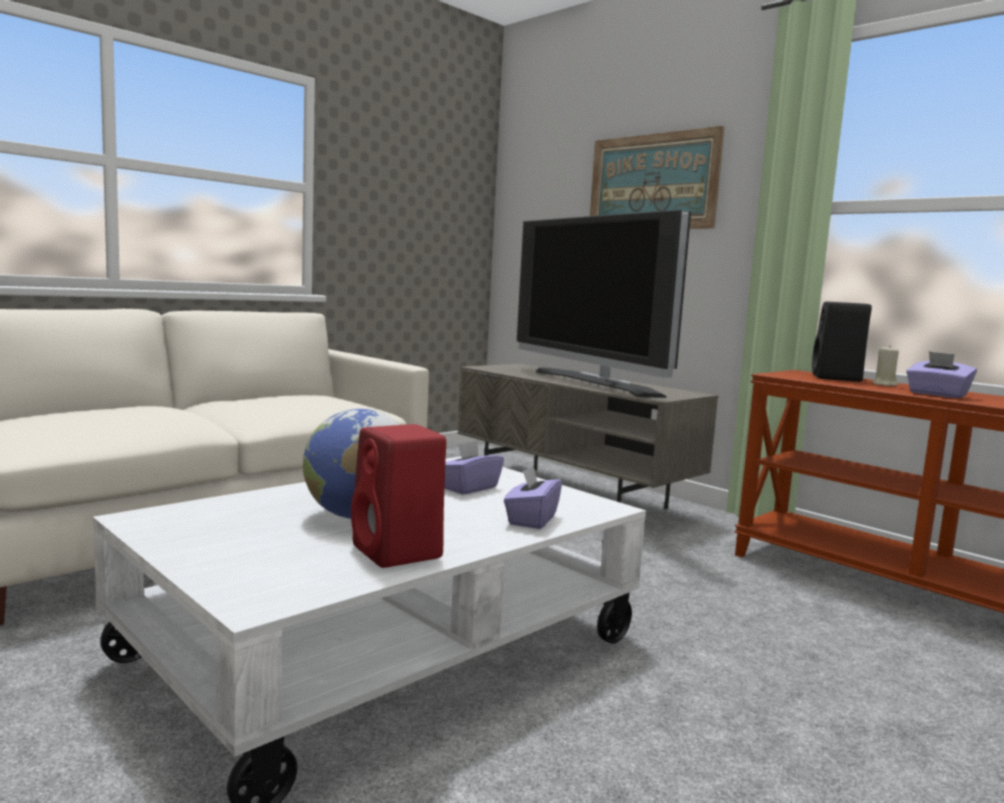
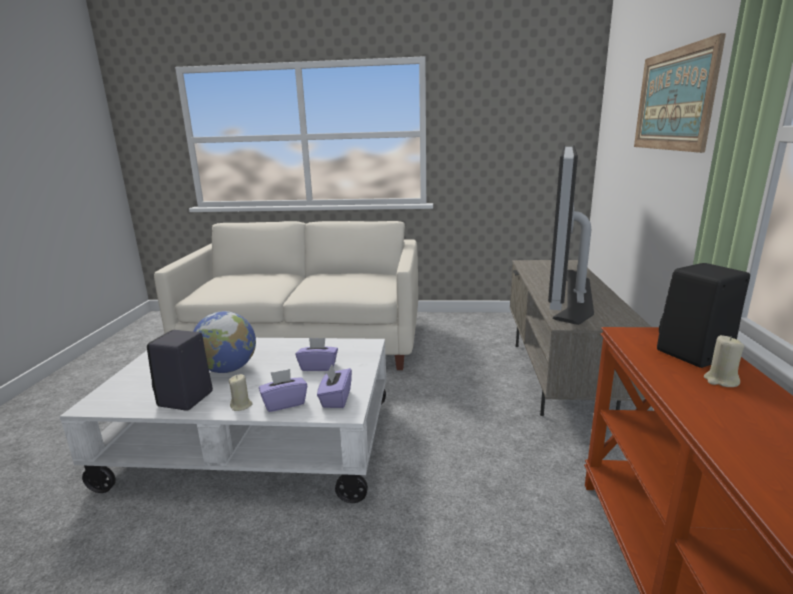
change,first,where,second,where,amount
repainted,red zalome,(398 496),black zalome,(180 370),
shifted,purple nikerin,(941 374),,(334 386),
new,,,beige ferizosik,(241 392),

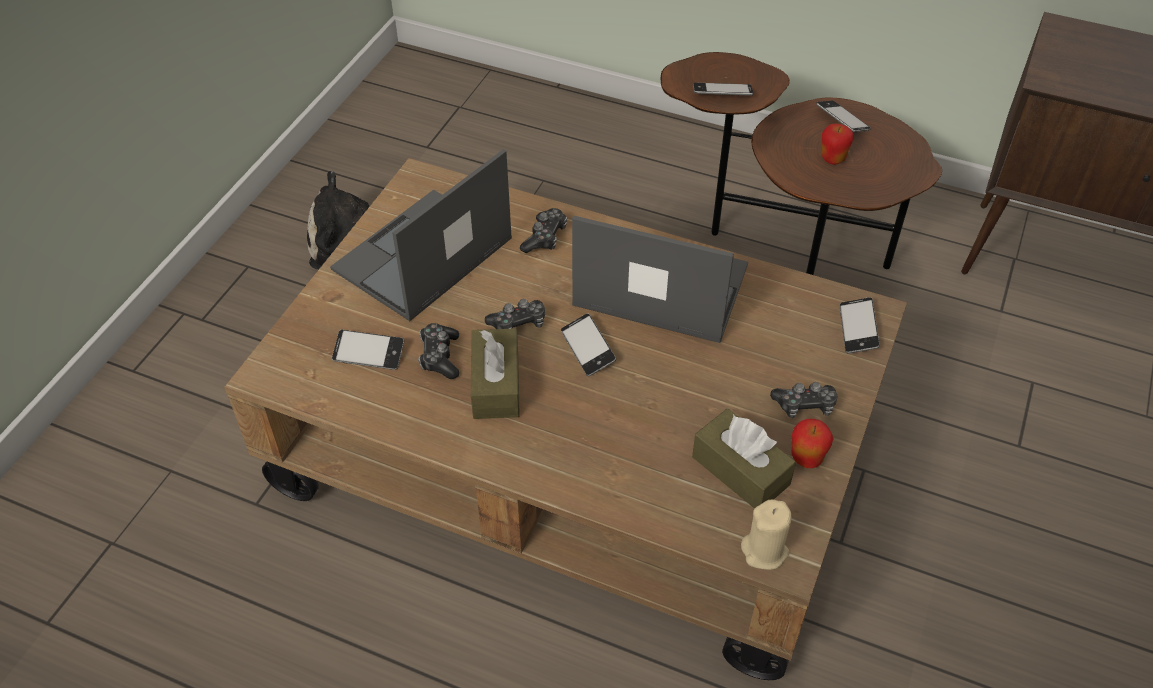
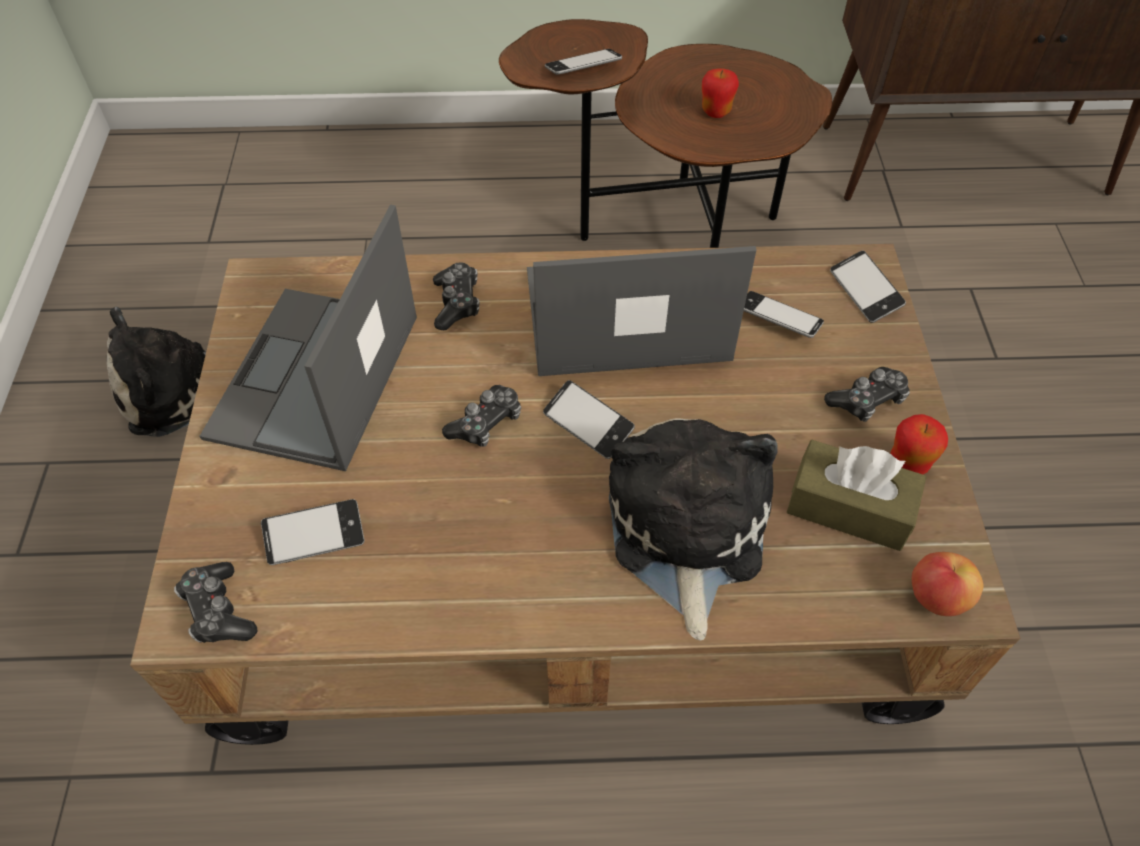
change,first,where,second,where,amount
shifted,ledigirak,(438 351),,(215 602),
gone,brown nikerin,(495 373),,,
swapped,beige ferizosik,(766 534),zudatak,(948 584),
shifted,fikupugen,(843 116),,(784 314),
new,,,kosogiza,(693 529),

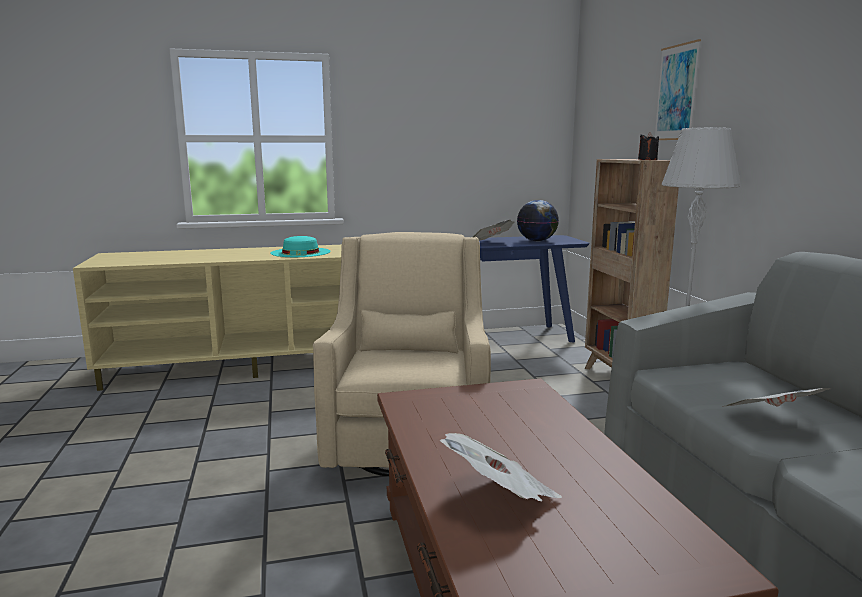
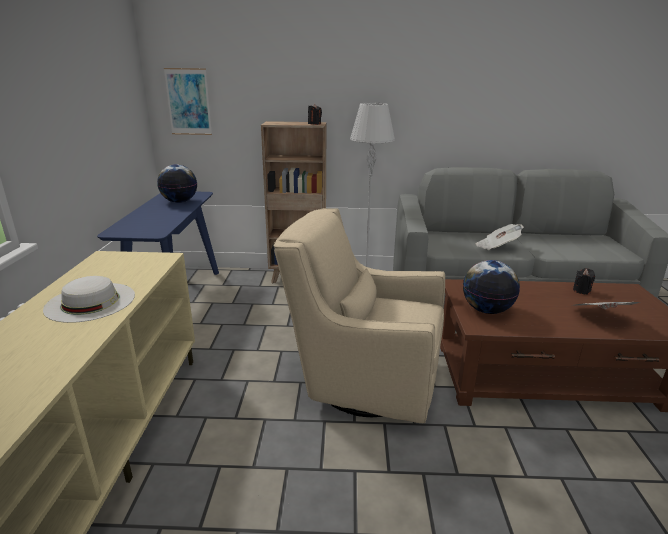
change,first,where,second,where,amount
repainted,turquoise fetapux,(300 246),white fetapux,(89 299),
gone,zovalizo,(494 230),,,
shifted,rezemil,(678 89),,(188 101),
new,,,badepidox,(491 287),
new,,,black ferizosik,(584 281),

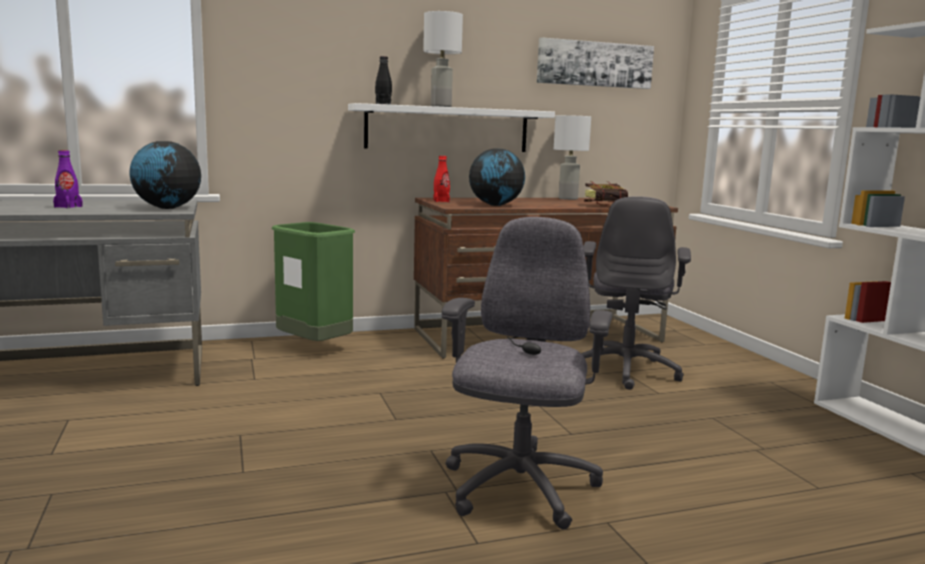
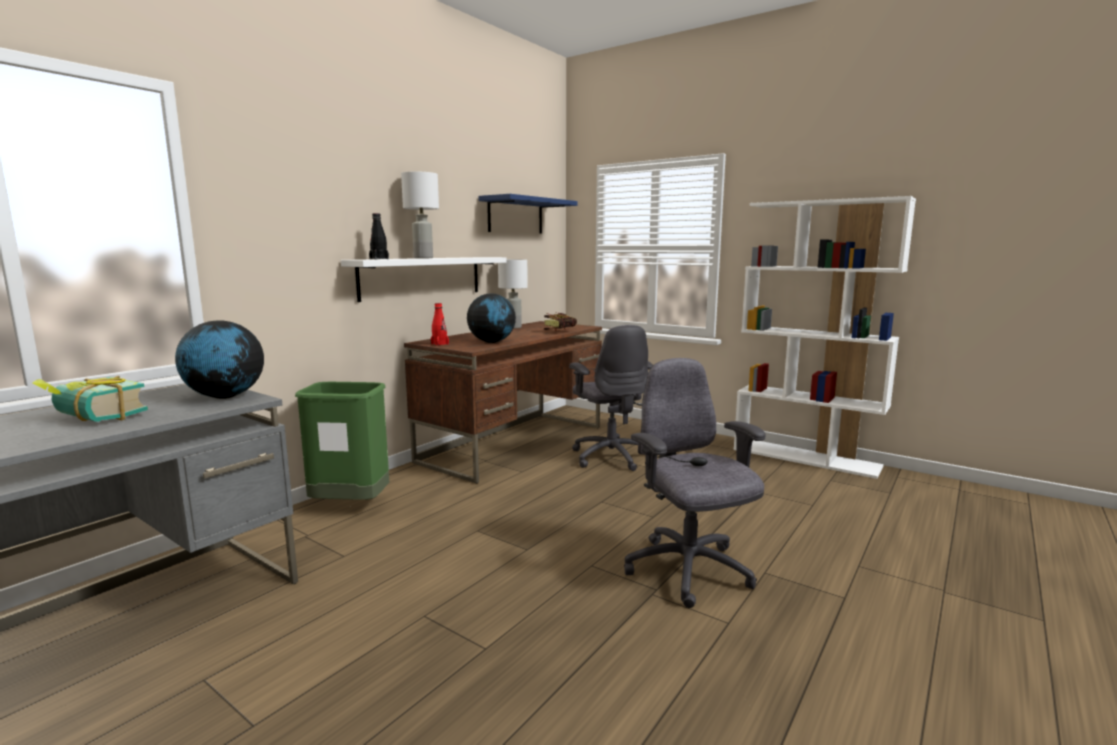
change,first,where,second,where,amount
swapped,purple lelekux,(68 179),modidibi,(90 399),
swapped,rezemil,(595 63),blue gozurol,(528 214),

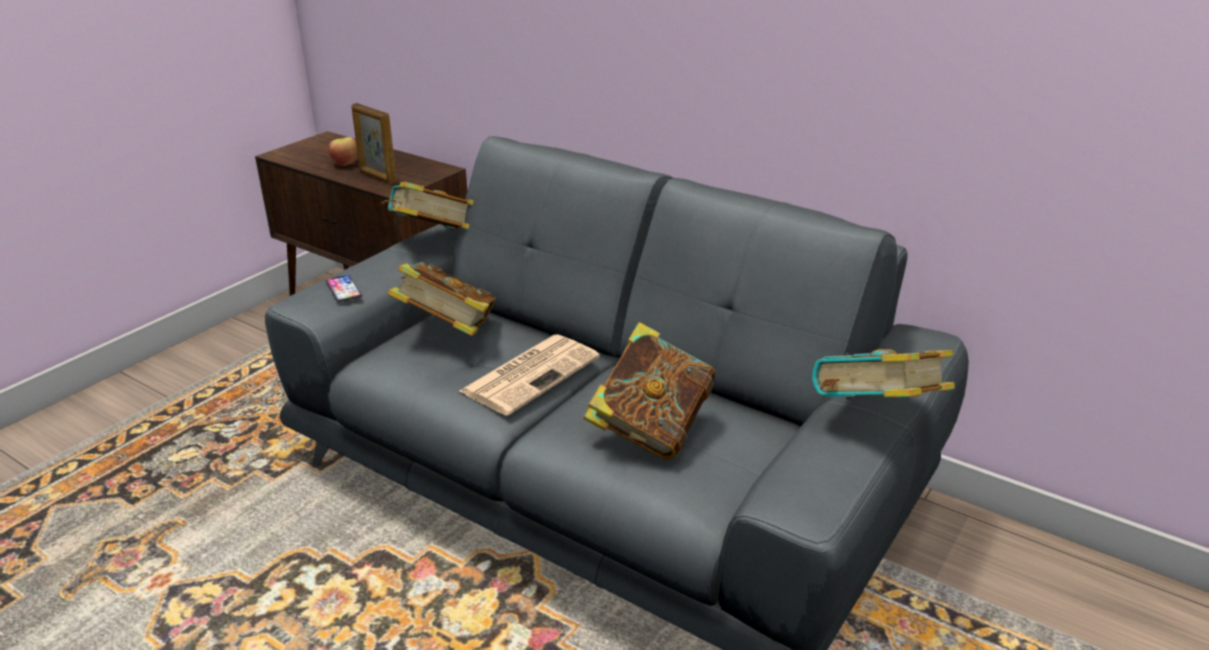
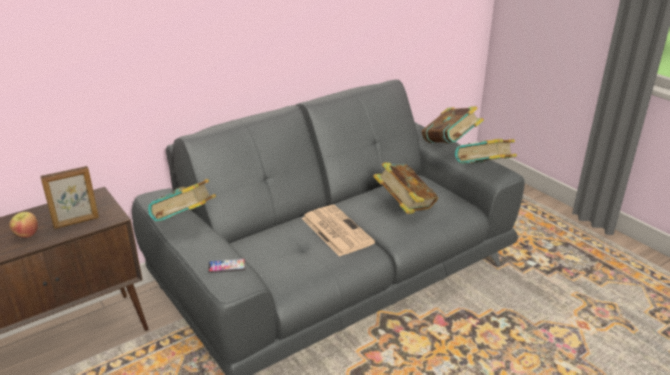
change,first,where,second,where,amount
shifted,modidibi,(441 299),,(486 151),

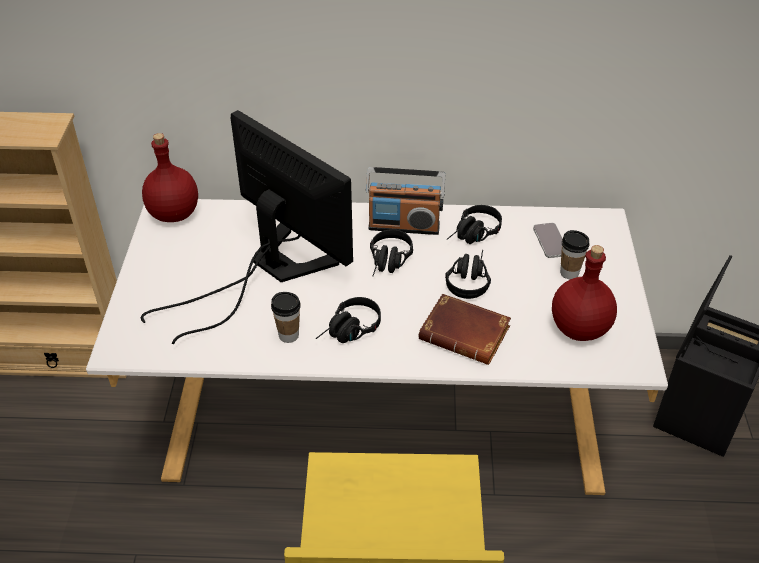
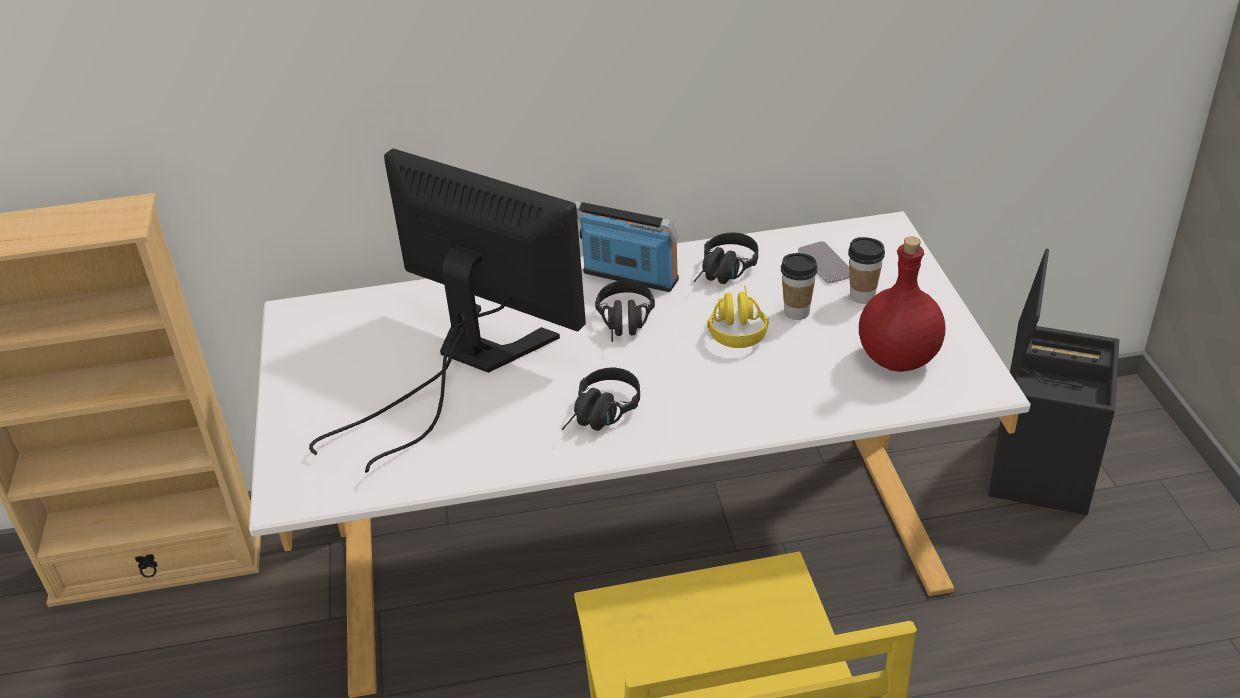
change,first,where,second,where,amount
gone,red lelekux,(170 177),,,
shifted,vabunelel,(286 317),,(799 286),
rotated,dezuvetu,(405 201),,(626 246),150 degrees counterclockwise
gone,brown modidibi,(465 329),,,
repainted,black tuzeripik,(468 274),yellow tuzeripik,(738 317),

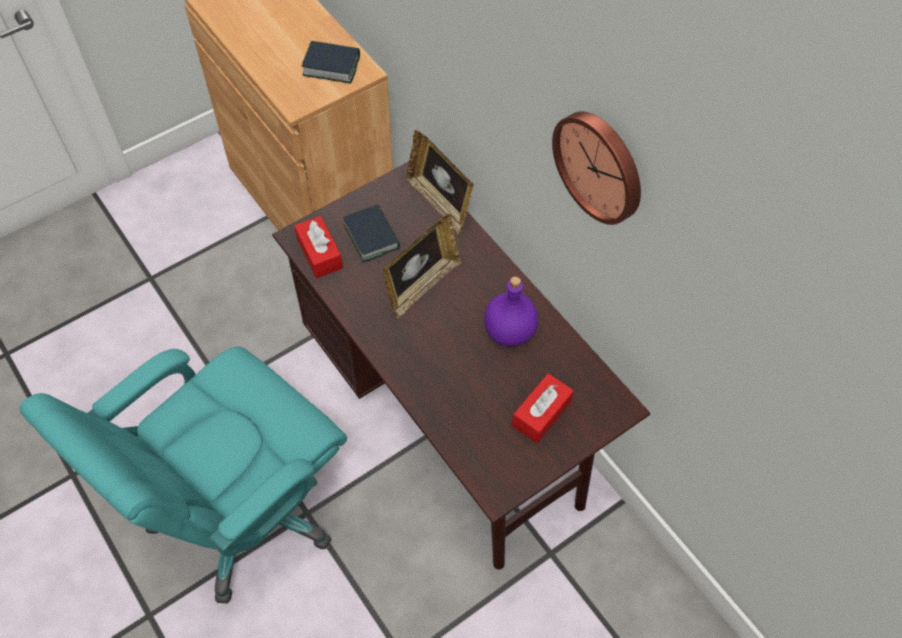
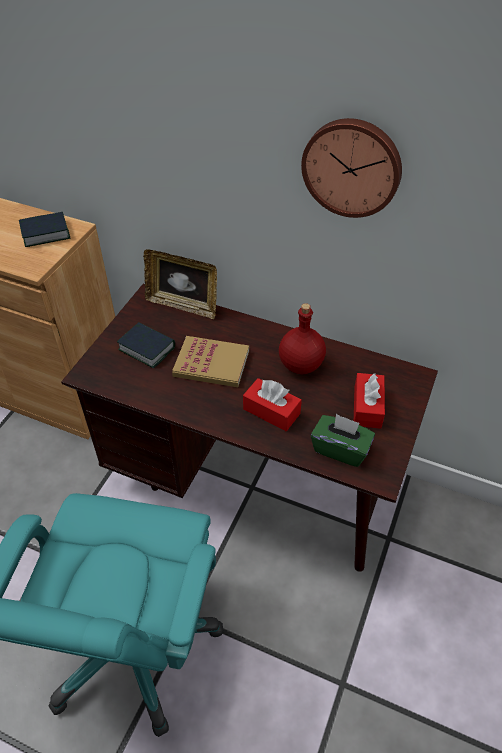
change,first,where,second,where,amount
shifted,red nikerin,(318 247),,(272 404),
swapped,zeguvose,(422 266),modidibi,(210 361),
repainted,purple lelekux,(511 311),red lelekux,(302 338),
new,,,green nikerin,(343 440),

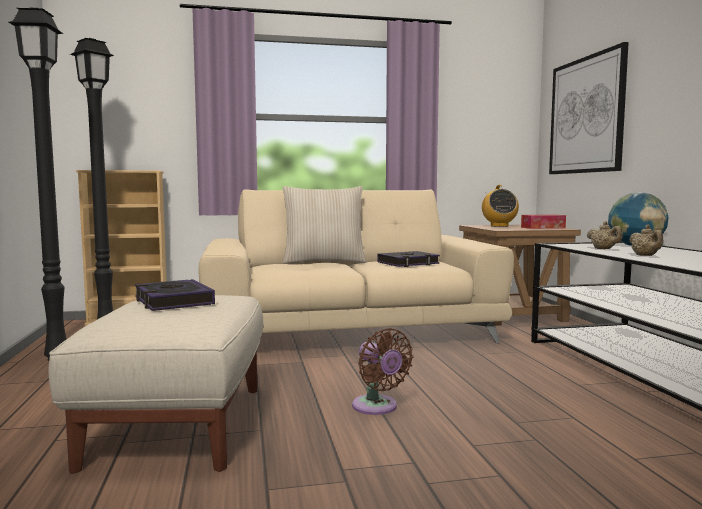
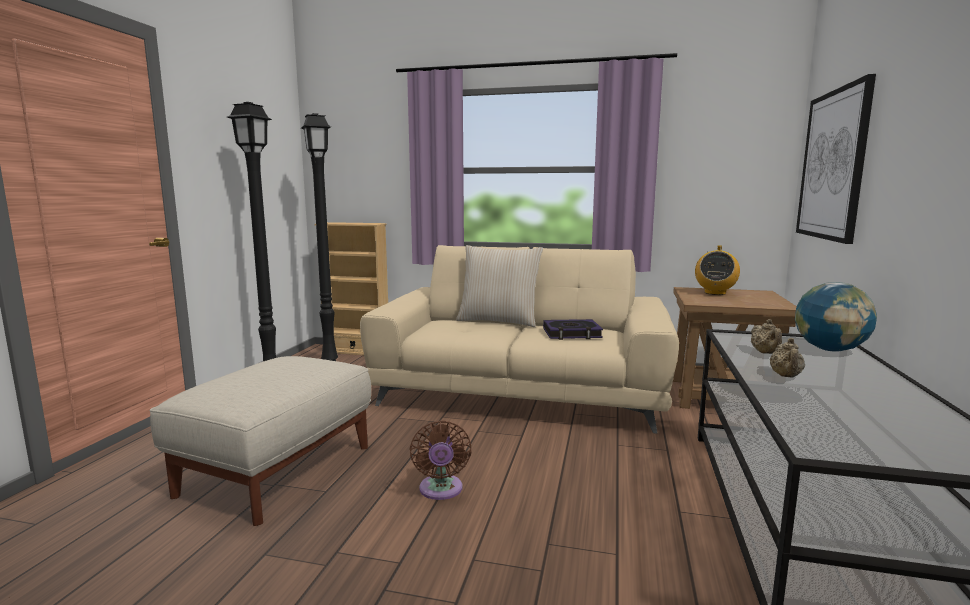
change,first,where,second,where,amount
gone,modidibi,(175 295),,,
gone,nikerin,(543 222),,,

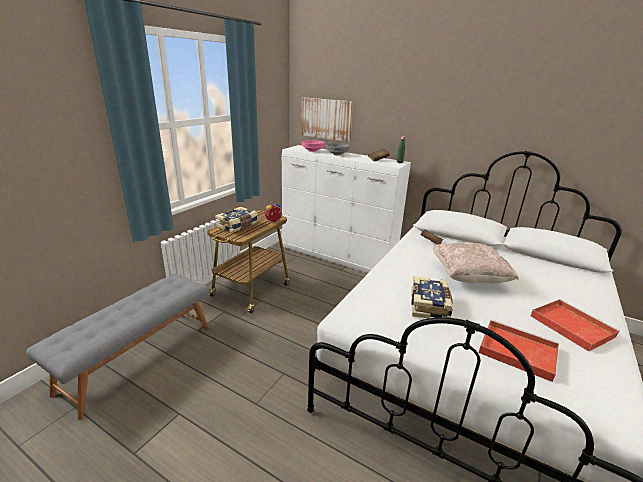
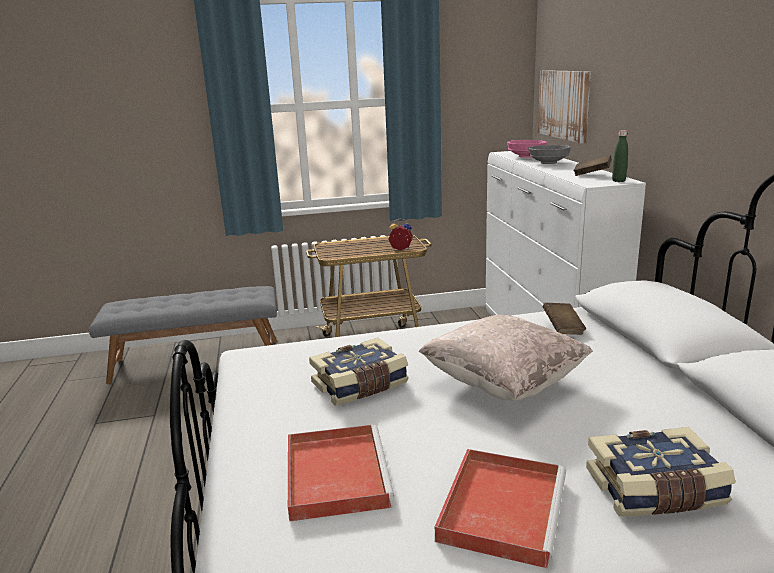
change,first,where,second,where,amount
shifted,modidibi,(236 220),,(660 472),

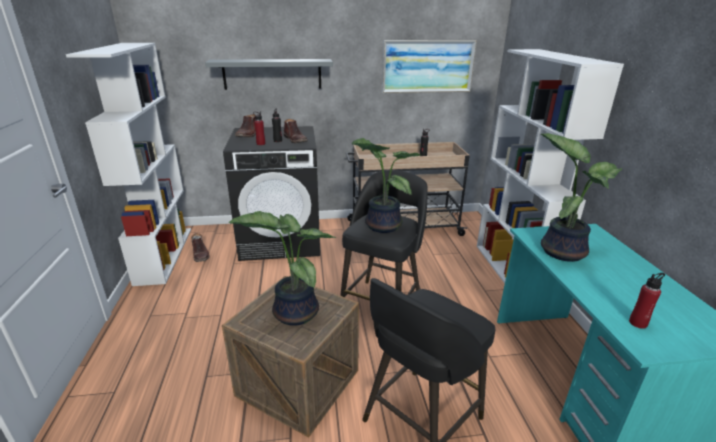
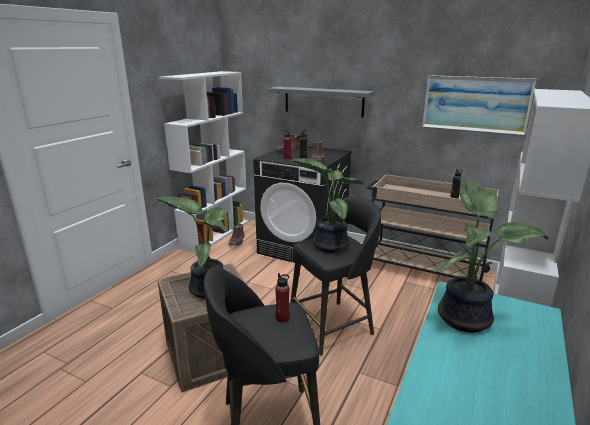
change,first,where,second,where,amount
shifted,red lelekux,(647 301),,(282 297),

